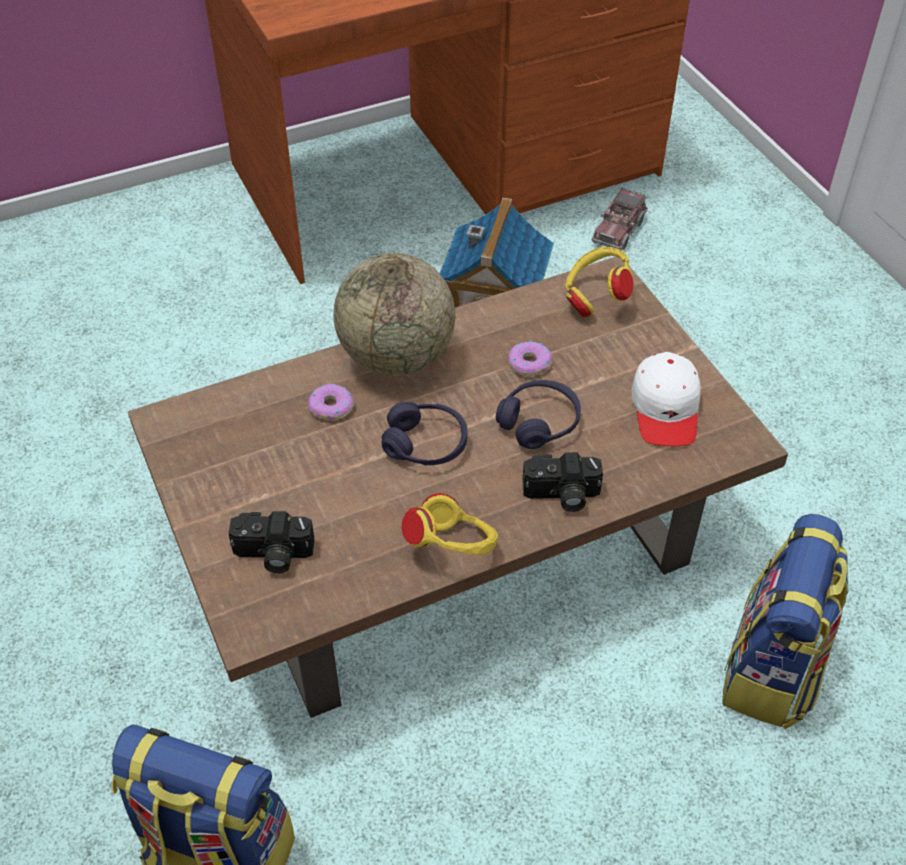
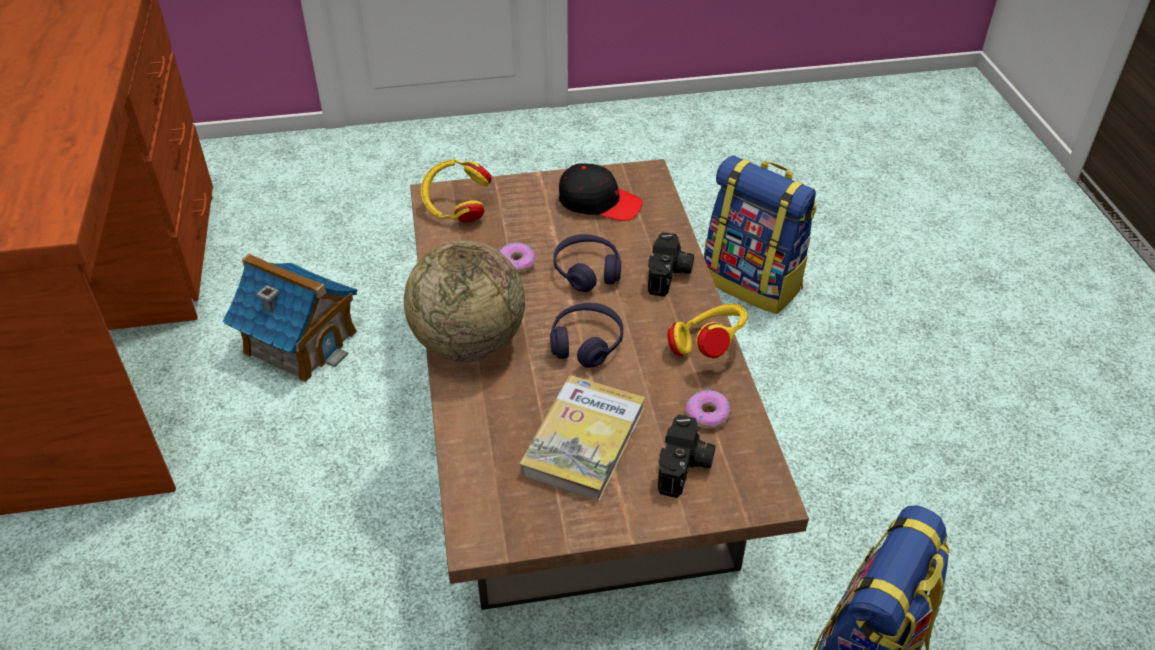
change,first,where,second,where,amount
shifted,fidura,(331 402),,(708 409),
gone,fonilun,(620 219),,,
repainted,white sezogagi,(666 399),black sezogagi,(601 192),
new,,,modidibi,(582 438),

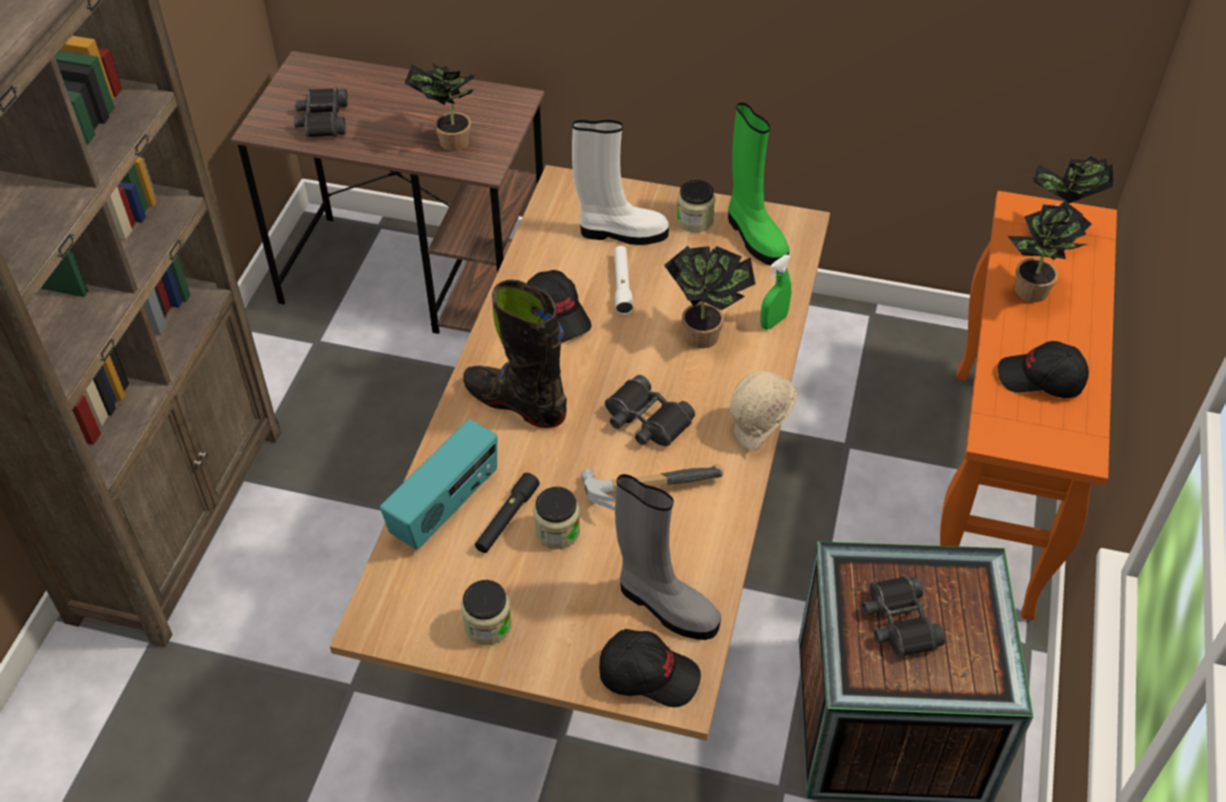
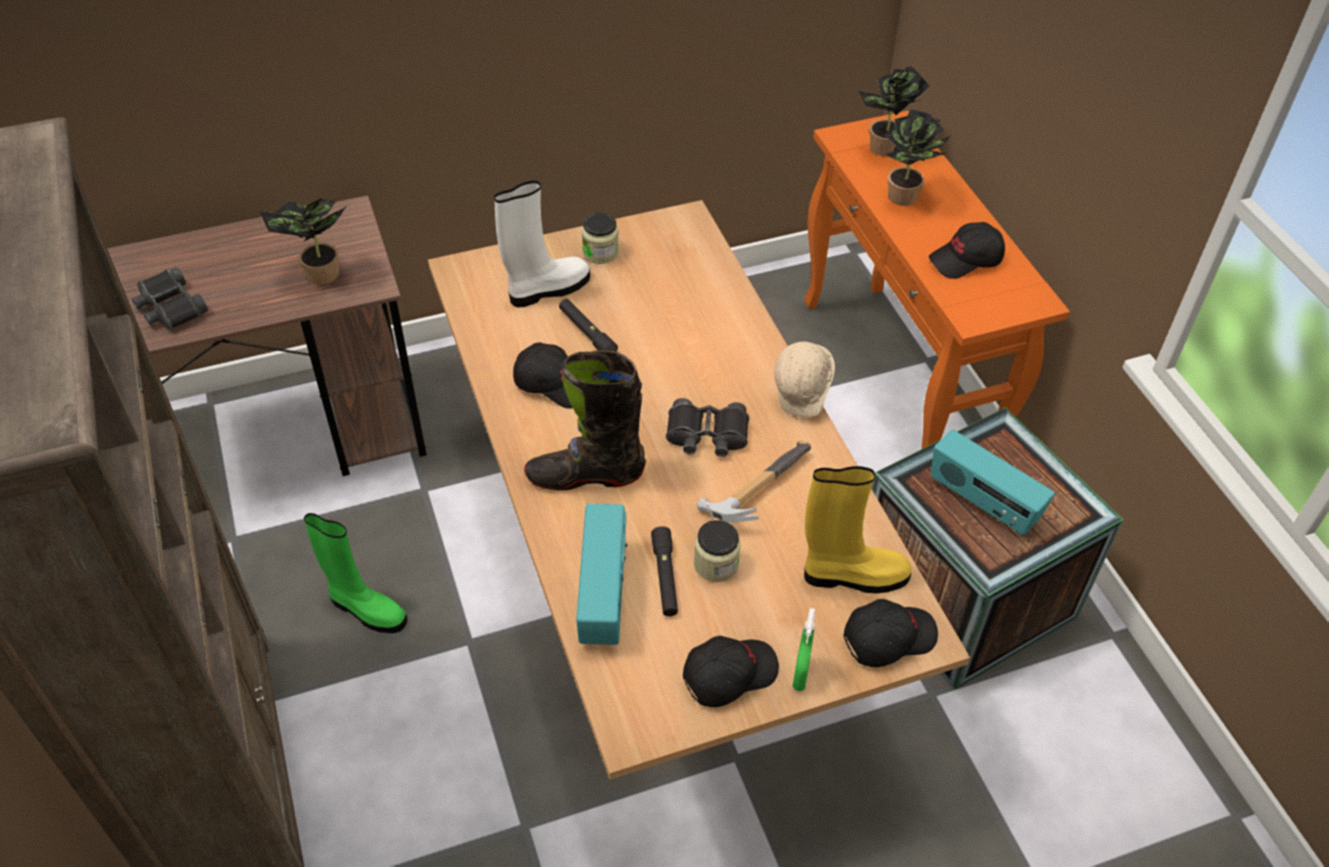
change,first,where,second,where,amount
swapped,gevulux,(486 612),black sezogagi,(731 671),
repainted,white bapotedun,(623 280),black bapotedun,(588 325),
repainted,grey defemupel,(668 557),yellow defemupel,(858 530),
gone,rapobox,(709 297),,,
shifted,green defemupel,(759 183),,(356 573),
shifted,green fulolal,(775 292),,(804 649),
swapped,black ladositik,(903 616),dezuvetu,(993 482),

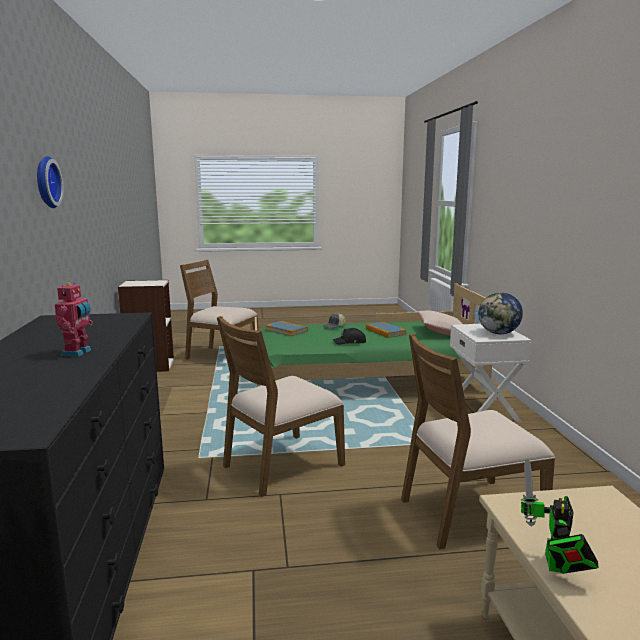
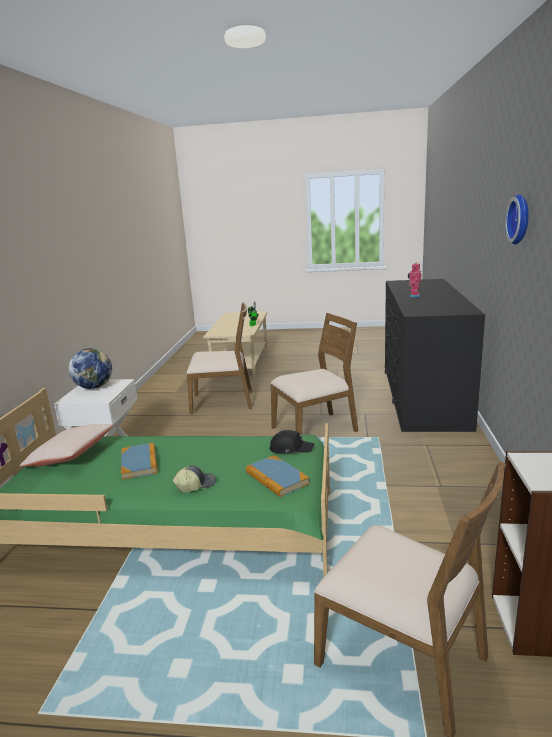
change,first,where,second,where,amount
shifted,black sezogagi,(349 336),,(292 441),

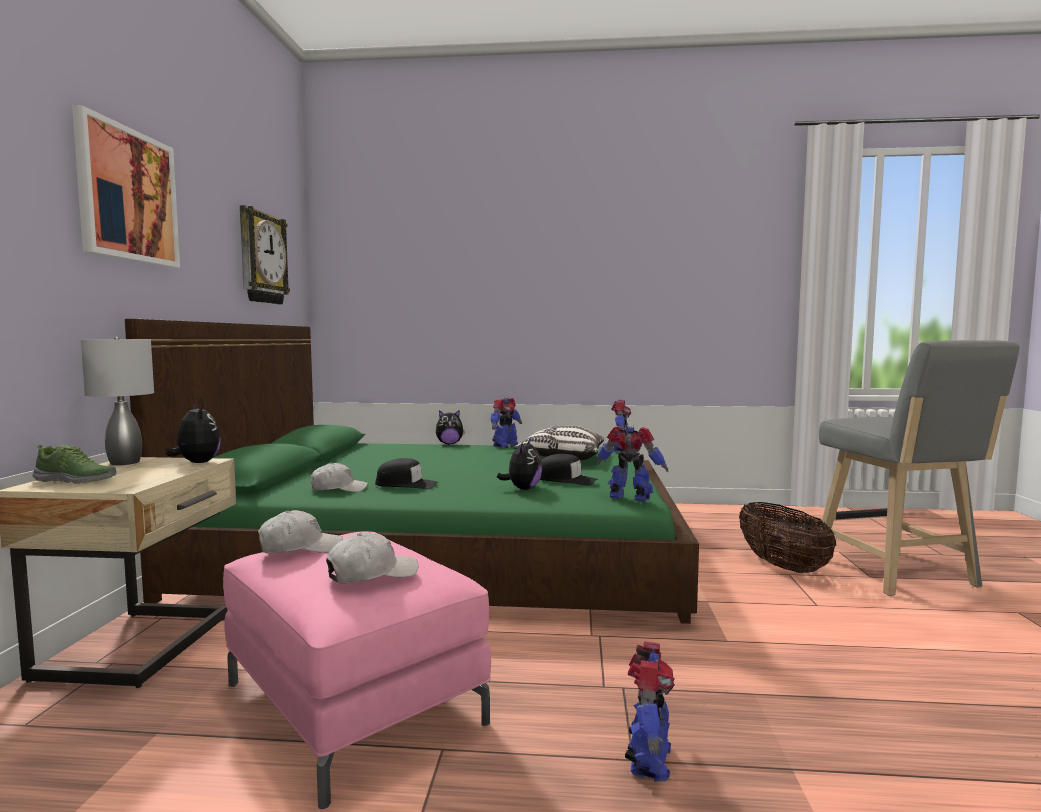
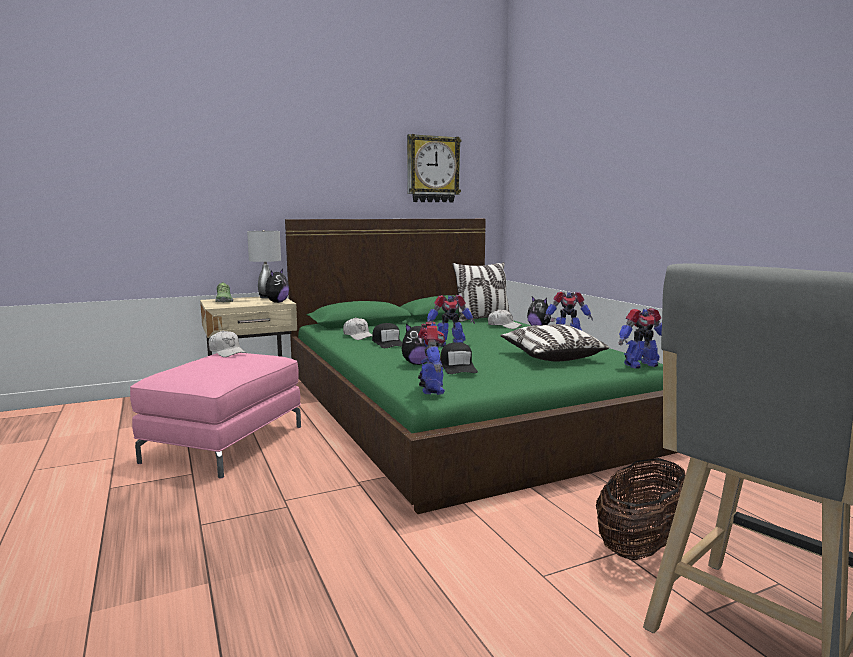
change,first,where,second,where,amount
gone,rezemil,(126 186),,,
shifted,white sezogagi,(372 558),,(505 319),
shifted,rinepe,(650 711),,(451 321),
new,,,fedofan,(481 292),

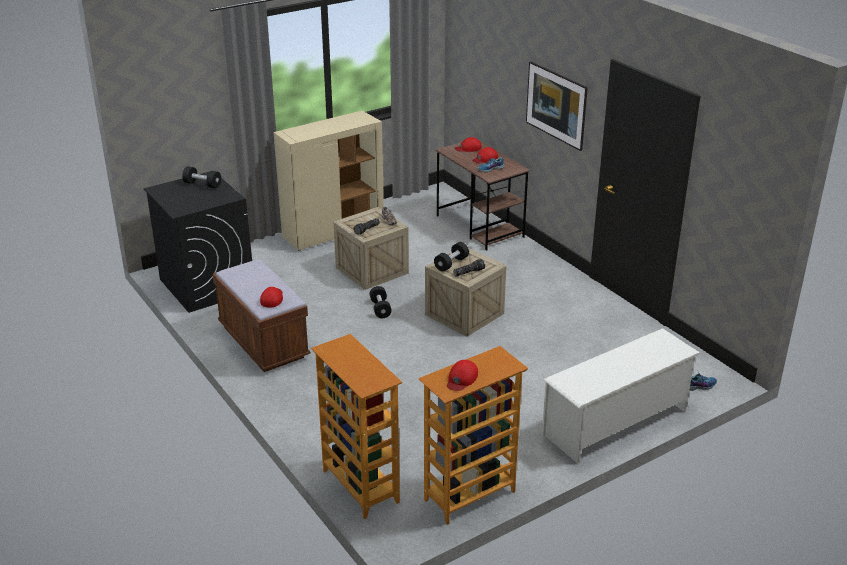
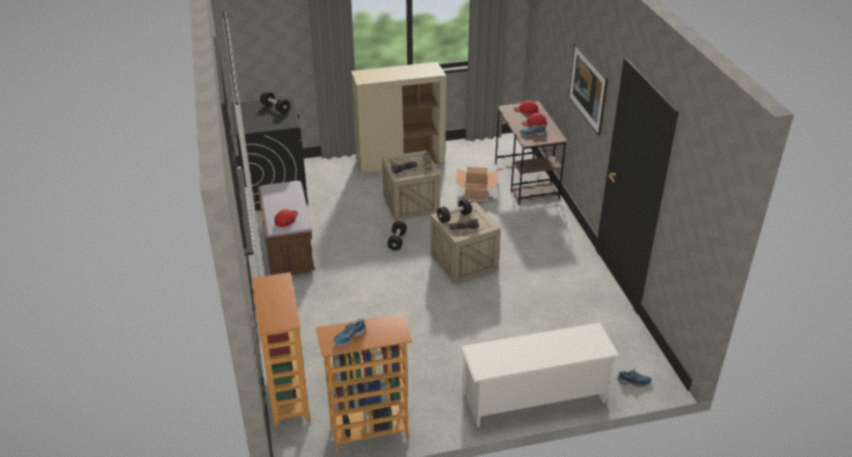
change,first,where,second,where,amount
swapped,red sezogagi,(462 375),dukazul,(349 332),
new,,,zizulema,(476 183),

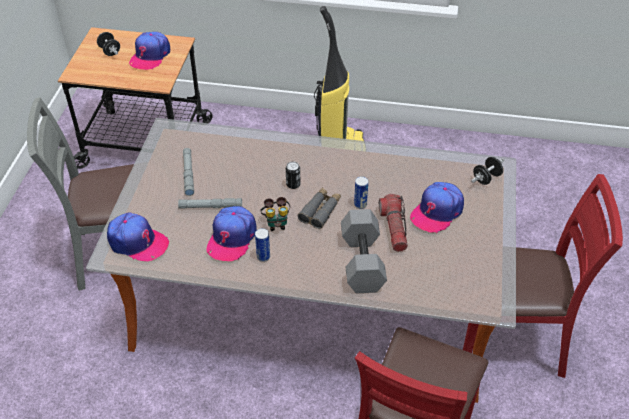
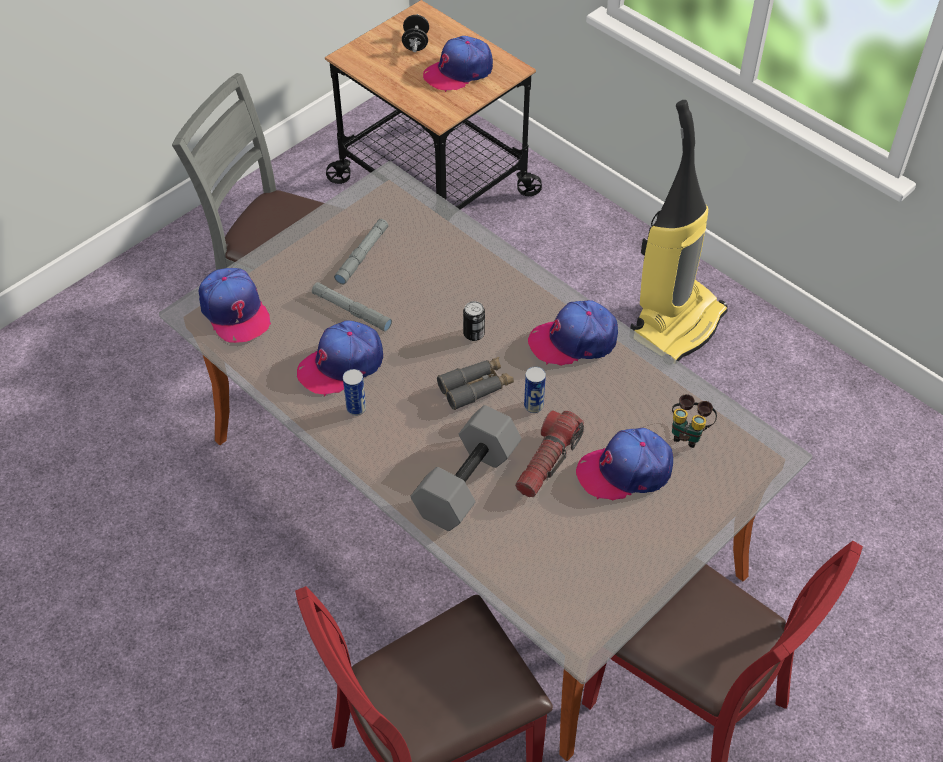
change,first,where,second,where,amount
shifted,ladositik,(275 214),,(694 421),
gone,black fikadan,(487 171),,,
new,,,sezogagi,(573 333),

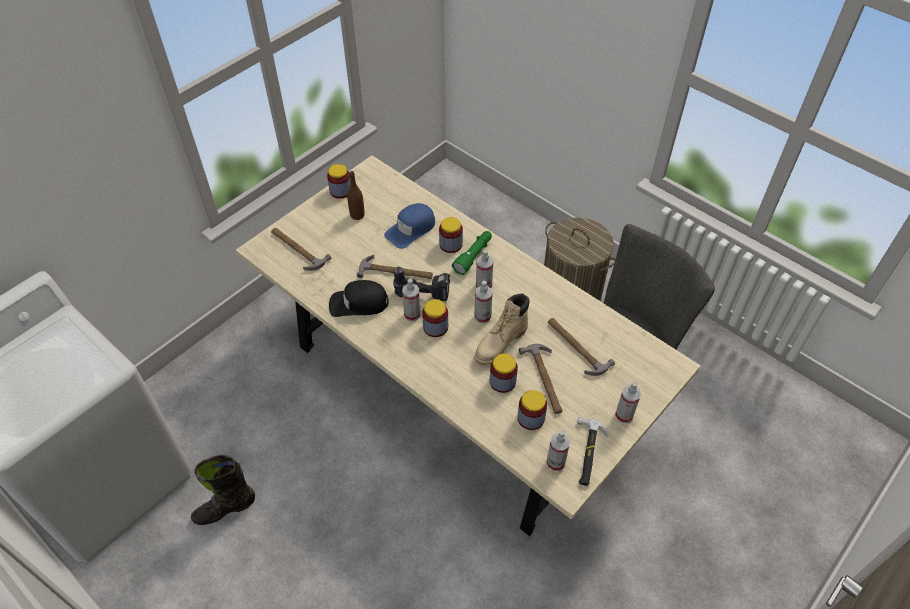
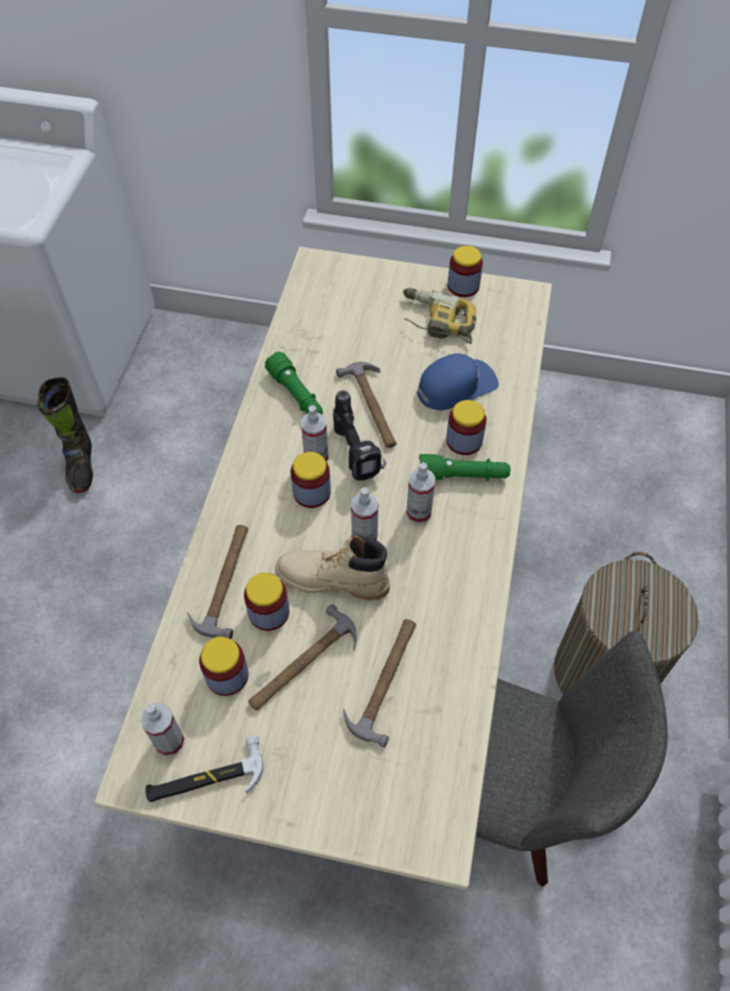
change,first,where,second,where,amount
rotated,black defemupel,(223 490),,(65 435),135 degrees counterclockwise
shifted,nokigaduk,(301 249),,(217 582),
swapped,black sezogagi,(359 298),green bapotedun,(294 383),
swapped,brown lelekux,(356 195),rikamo,(439 316),
rotated,blue sezogagi,(409 226),,(458 381),135 degrees clockwise
gone,fulolal,(628 402),,,

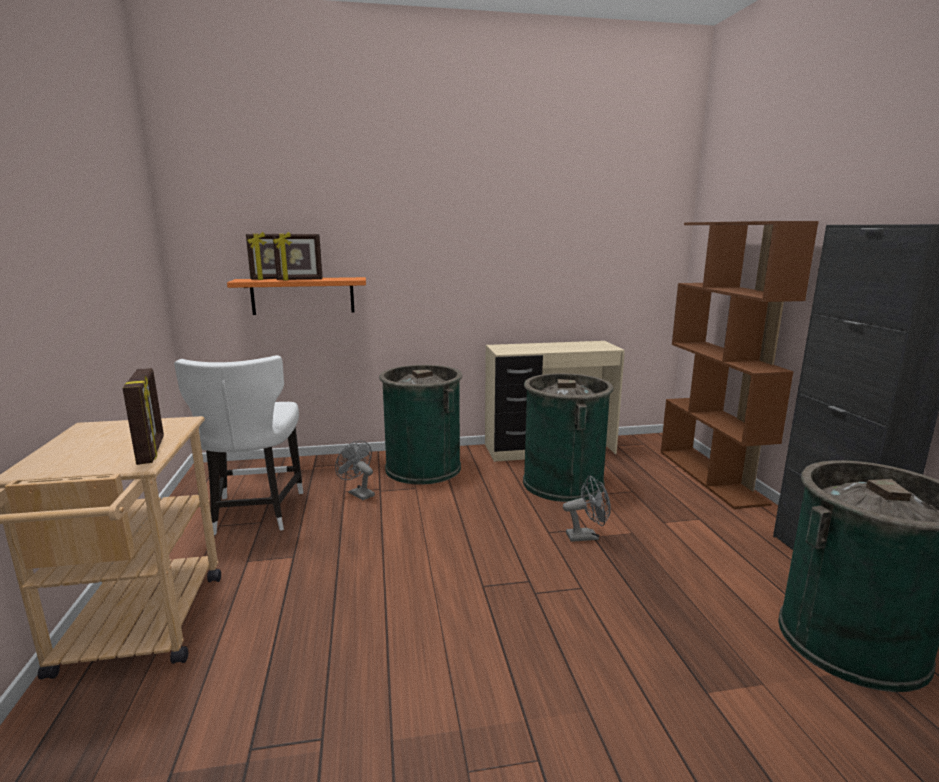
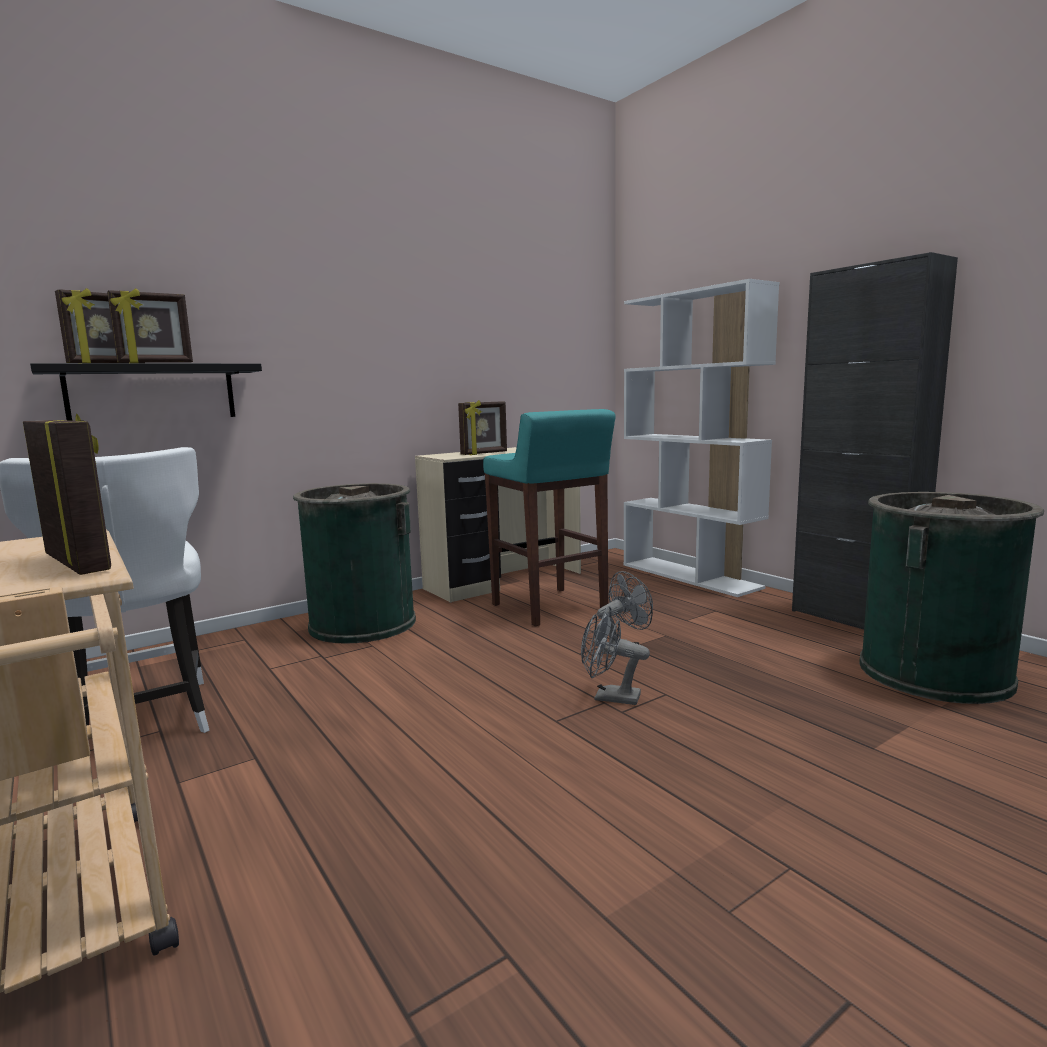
change,first,where,second,where,amount
repainted,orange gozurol,(296 296),black gozurol,(146 392),
shifted,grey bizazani,(355 470),,(615 655),
swapped,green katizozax,(568 437),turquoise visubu,(549 517),
repainted,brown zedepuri,(740 365),white zedepuri,(701 438),
new,,,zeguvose,(482 427),

